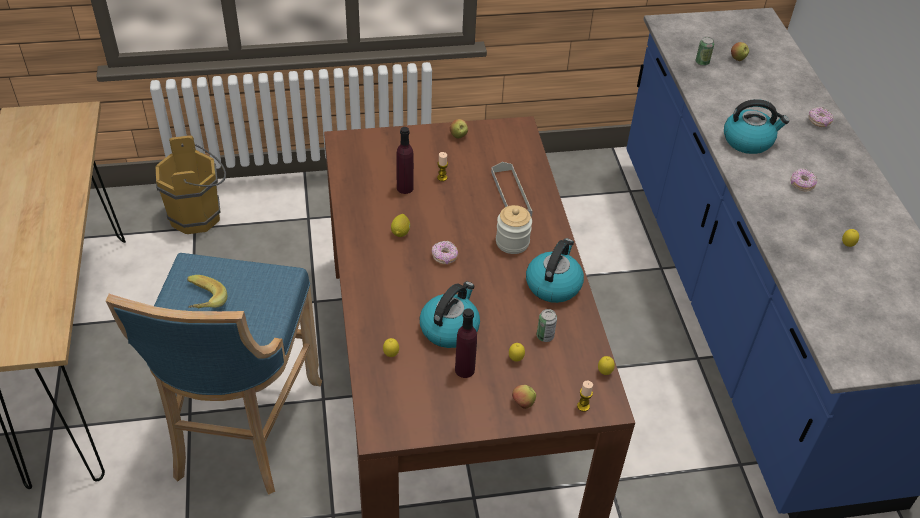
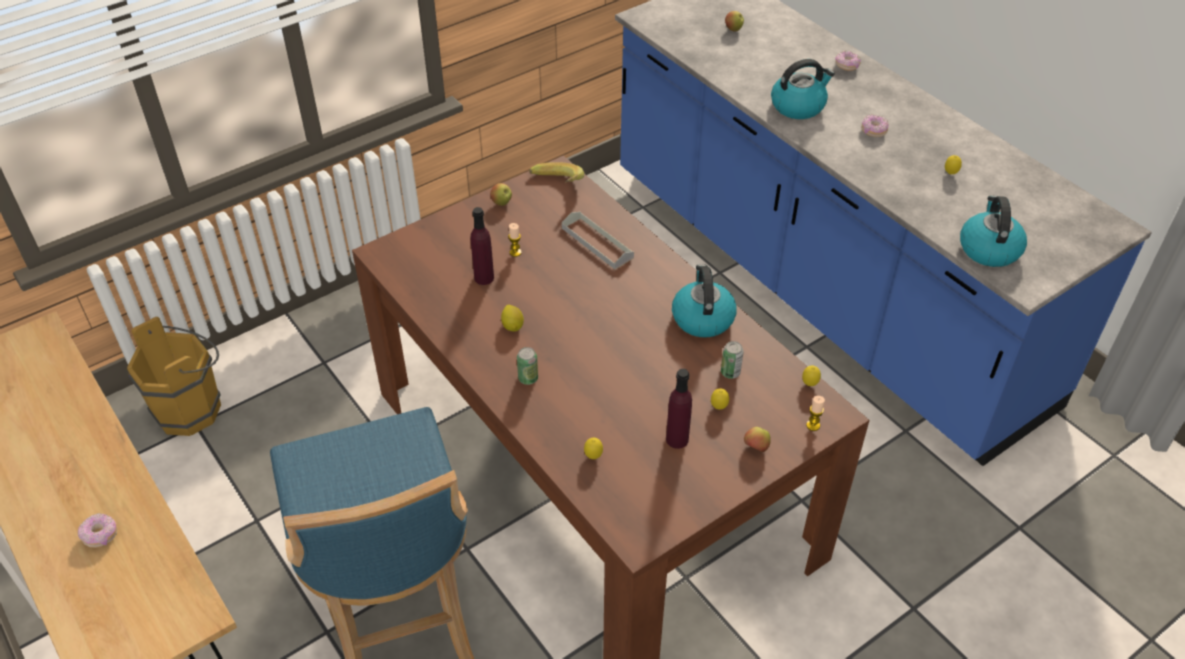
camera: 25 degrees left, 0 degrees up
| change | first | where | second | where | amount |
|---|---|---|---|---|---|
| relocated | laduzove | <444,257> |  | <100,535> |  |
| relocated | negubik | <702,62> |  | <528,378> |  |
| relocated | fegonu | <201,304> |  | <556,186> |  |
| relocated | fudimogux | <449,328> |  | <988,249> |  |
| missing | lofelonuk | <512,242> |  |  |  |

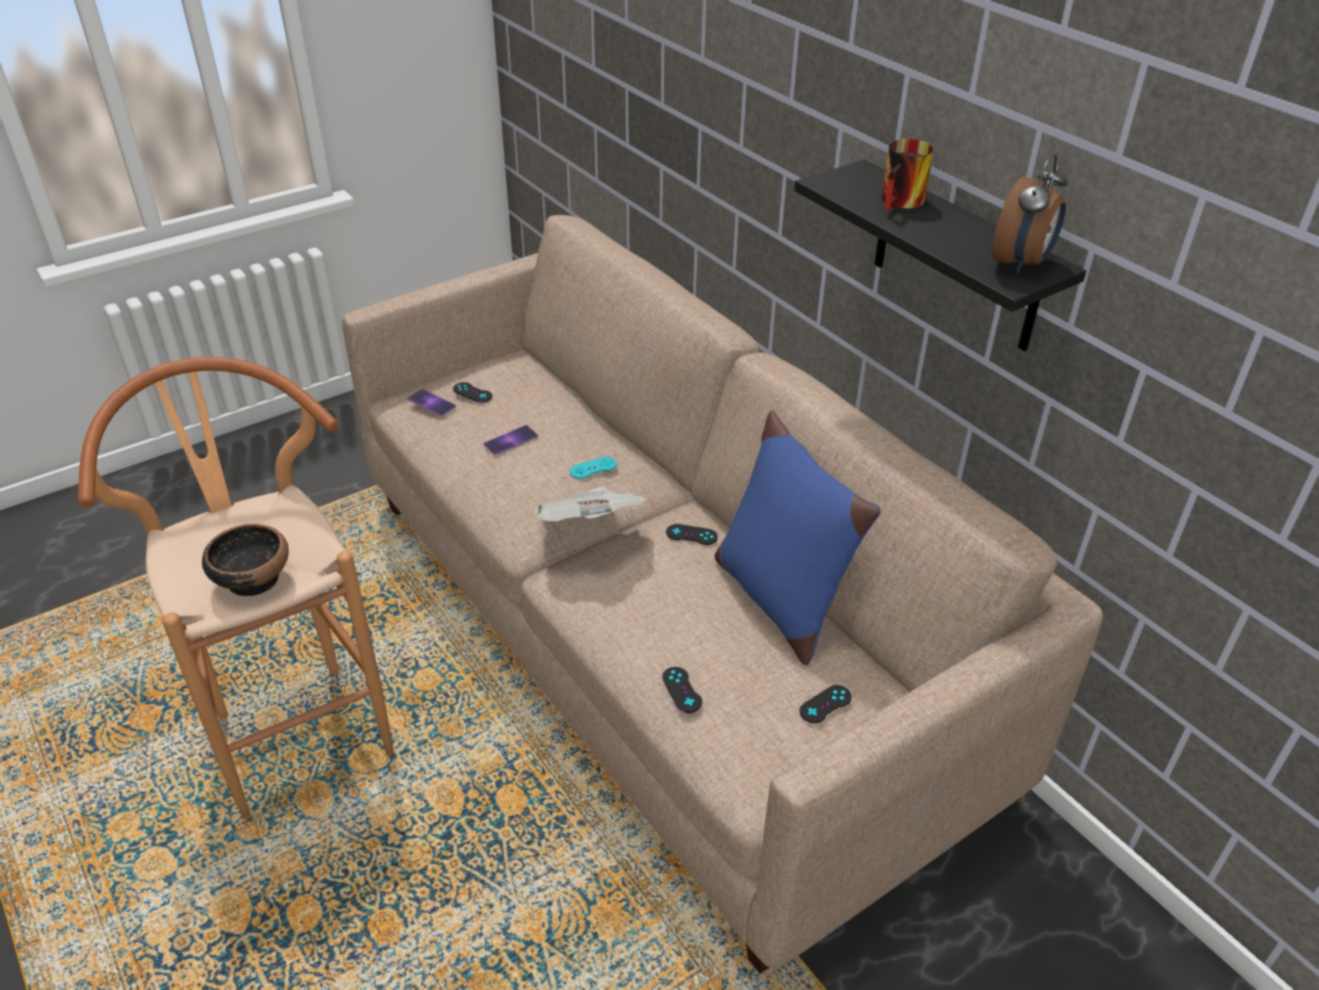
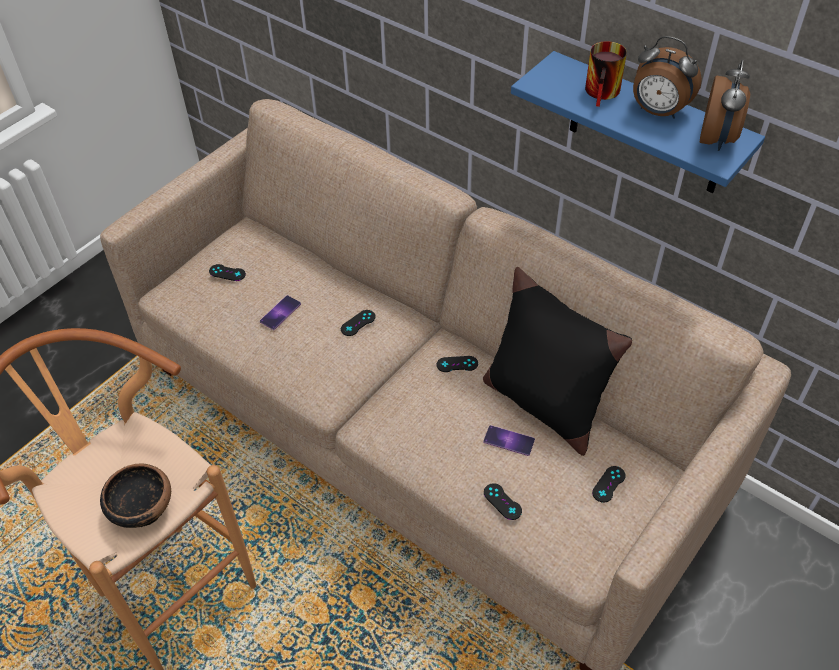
camera: 15 degrees left, 10 degrees up
| change | first | where | second | where | amount |
|---|---|---|---|---|---|
| colour | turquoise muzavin | <593,468> | black muzavin | <358,323> |  |
| colour | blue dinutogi | <779,598> | black dinutogi | <543,403> |  |
| relocated | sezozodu | <431,403> |  | <509,440> |  |
| colour | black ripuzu | <956,258> | blue ripuzu | <646,126> |  |
| appeared |  |  | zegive | <658,112> |  |
| missing | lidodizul | <590,527> |  |  |  |

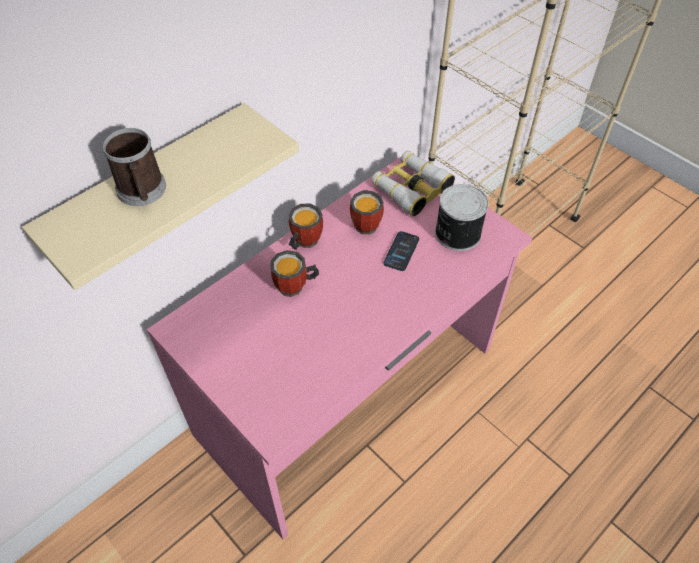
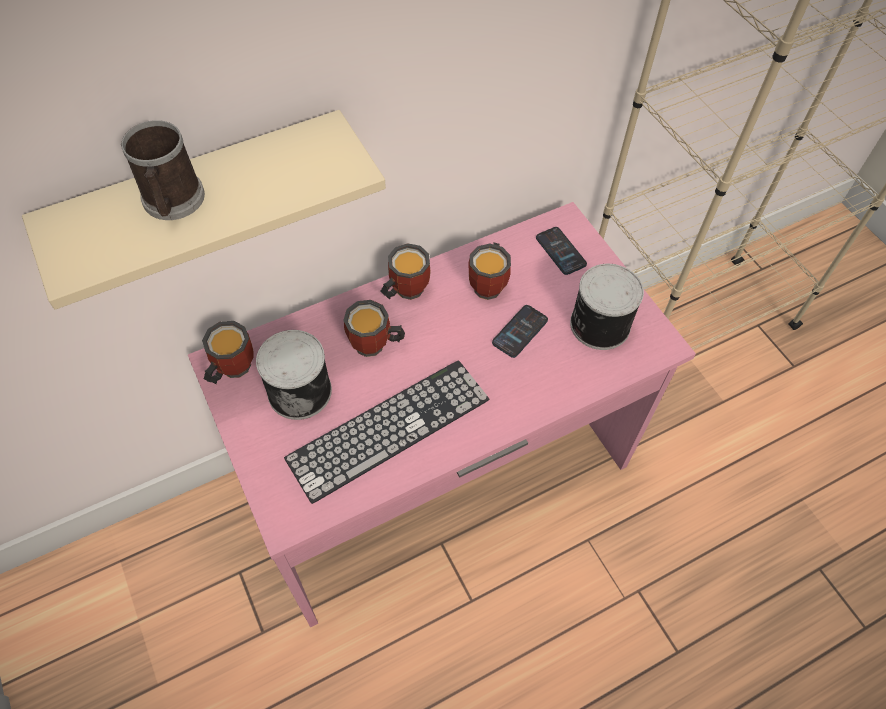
camera: 15 degrees right, 5 degrees up
| change | first | where | second | where | amount |
|---|---|---|---|---|---|
| appeared |  |  | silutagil | <230,369> |  |
| appeared |  |  | negubik | <300,390> |  |
| appeared |  |  | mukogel | <389,428> |  |
| exchanged | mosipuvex | <411,188> | sezozodu | <560,251> |  |

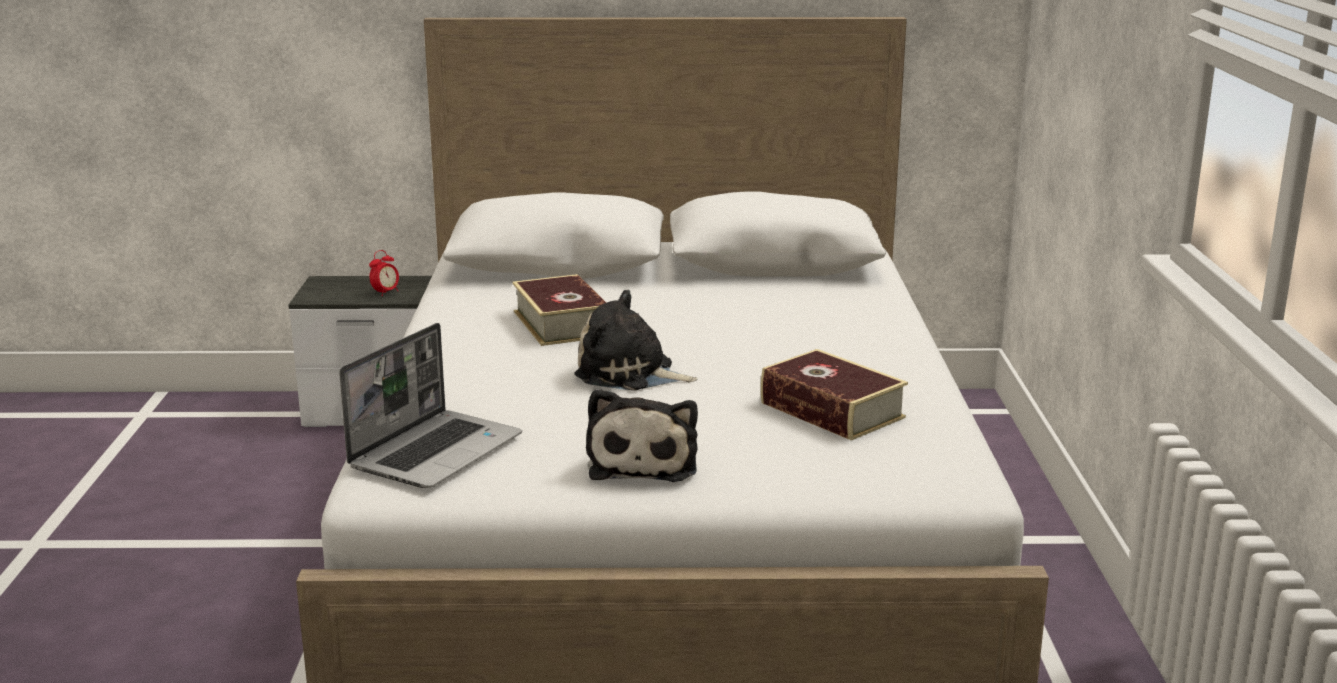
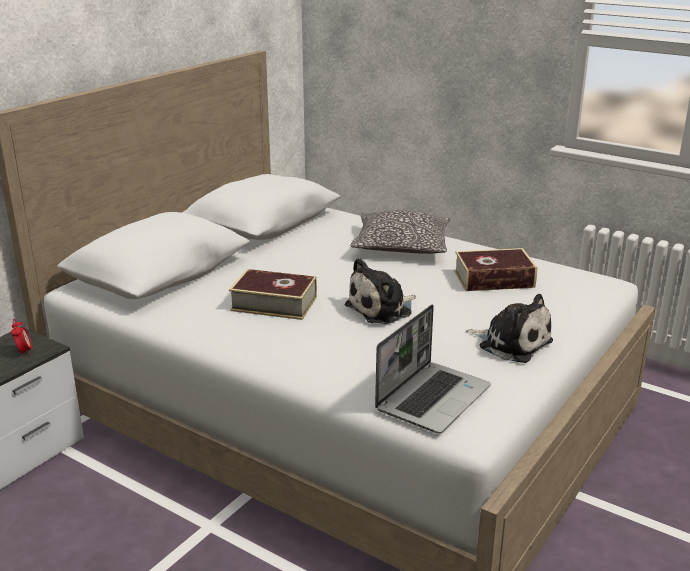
camera: 55 degrees left, 5 degrees up
| change | first | where | second | where | amount |
|---|---|---|---|---|---|
| appeared |  |  | dinutogi | <401,246> |  |
| spun | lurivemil | <436,451> |  | <433,398> | 60 degrees clockwise |

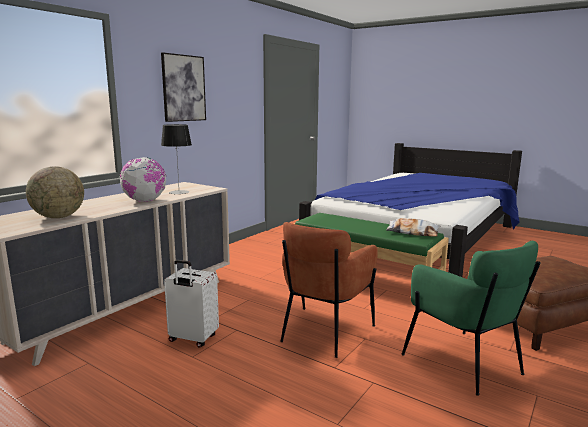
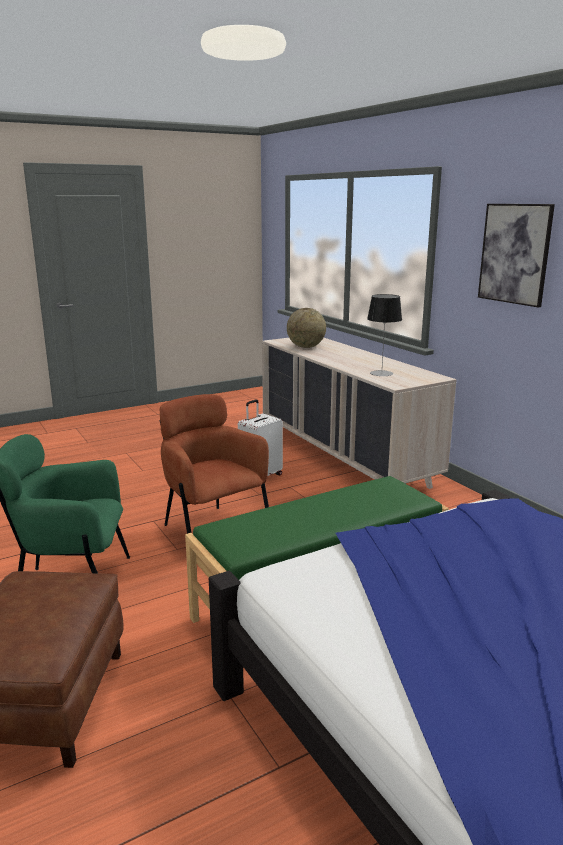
camera: 115 degrees right, 5 degrees up
| change | first | where | second | where | amount |
|---|---|---|---|---|---|
| missing | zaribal | <145,201> |  |  |  |
| missing | dinutogi | <412,232> |  |  |  |

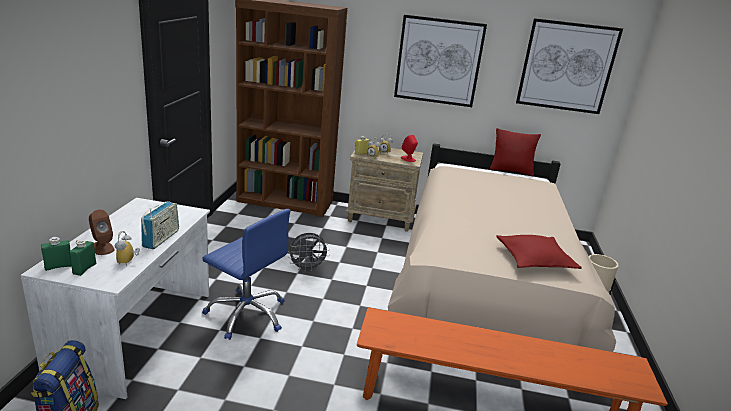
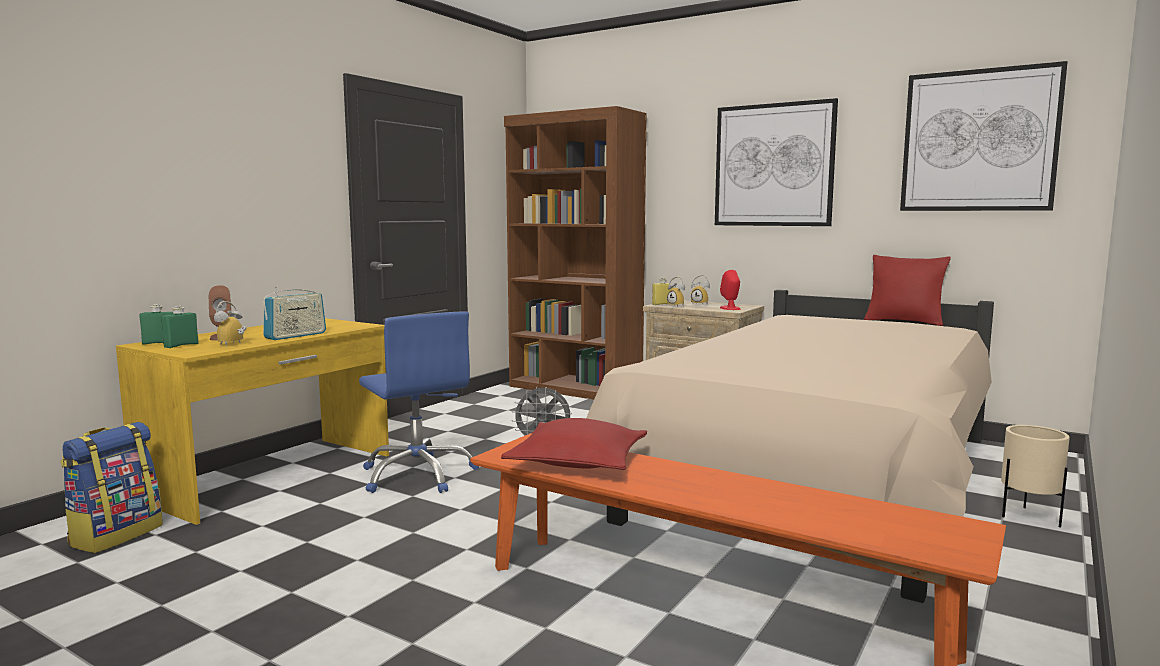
camera: 25 degrees right, 15 degrees down
| change | first | where | second | where | amount |
|---|---|---|---|---|---|
| colour | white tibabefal | <137,333> | yellow tibabefal | <272,476> |  |
| relocated | red dinutogi | <534,260> |  | <578,462> |  |

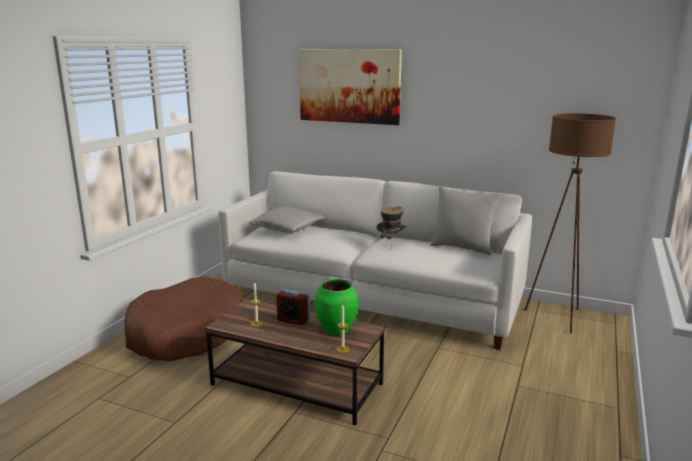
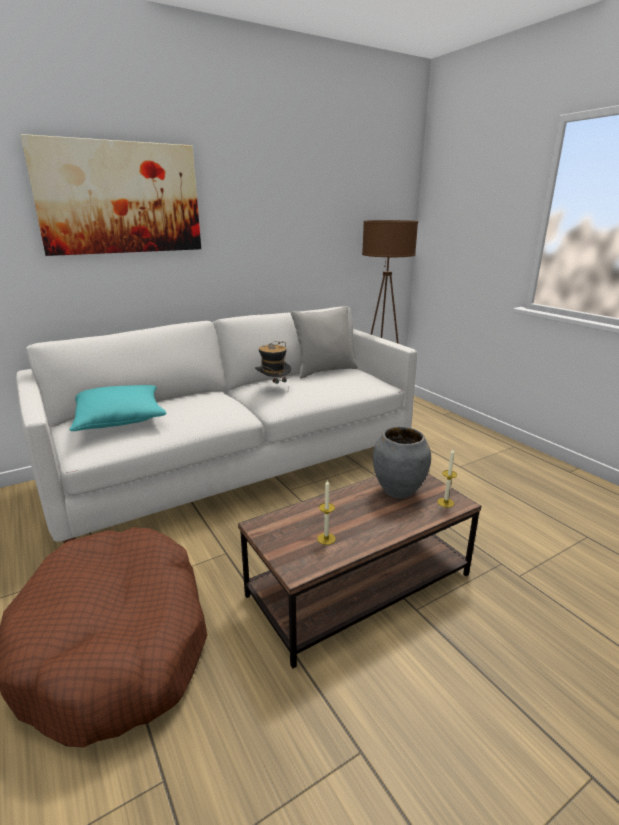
camera: 55 degrees left, 5 degrees up
| change | first | where | second | where | amount |
|---|---|---|---|---|---|
| colour | grey dinutogi | <288,229> | turquoise dinutogi | <120,419> |  |
| colour | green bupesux | <337,330> | grey bupesux | <398,491> |  |
| missing | zegive | <293,320> |  |  |  |

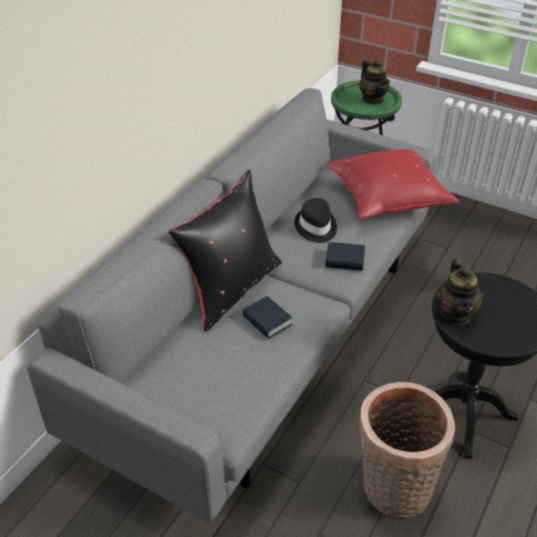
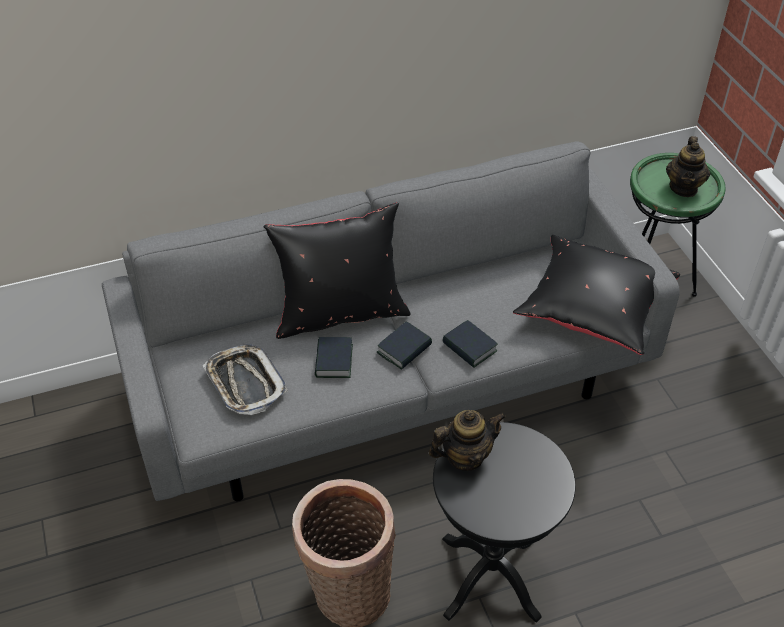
camera: 40 degrees right, 5 degrees up
| change | first | where | second | where | amount |
|---|---|---|---|---|---|
| appeared |  |  | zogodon | <245,383> |  |
| appeared |  |  | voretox | <404,349> |  |
| spun | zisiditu | <455,313> |  | <465,456> | 150 degrees counterclockwise |
| colour | red dinutogi | <388,200> | black dinutogi | <592,312> |  |
| missing | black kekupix | <315,227> |  |  |  |

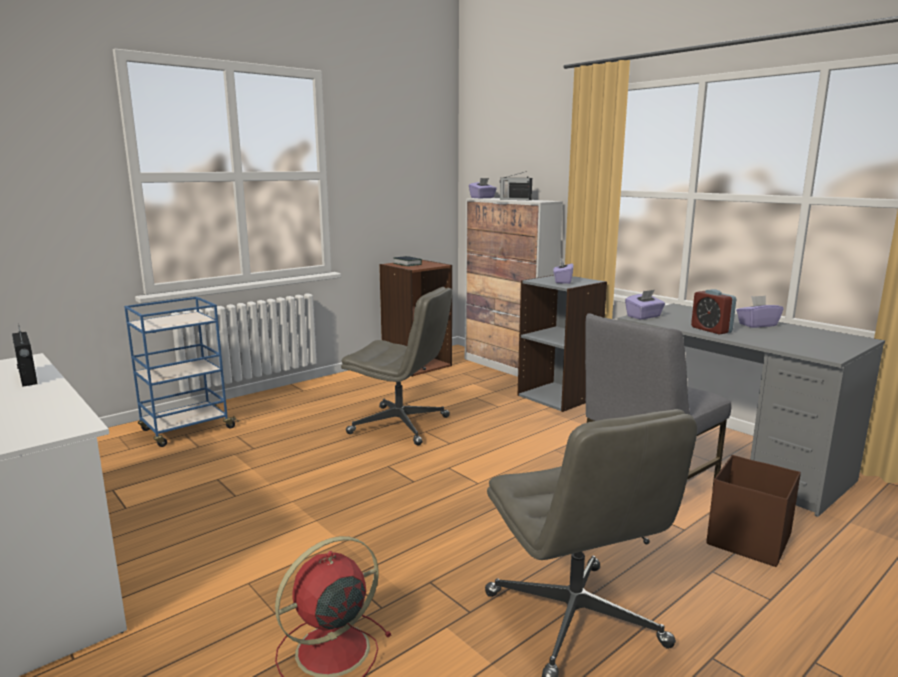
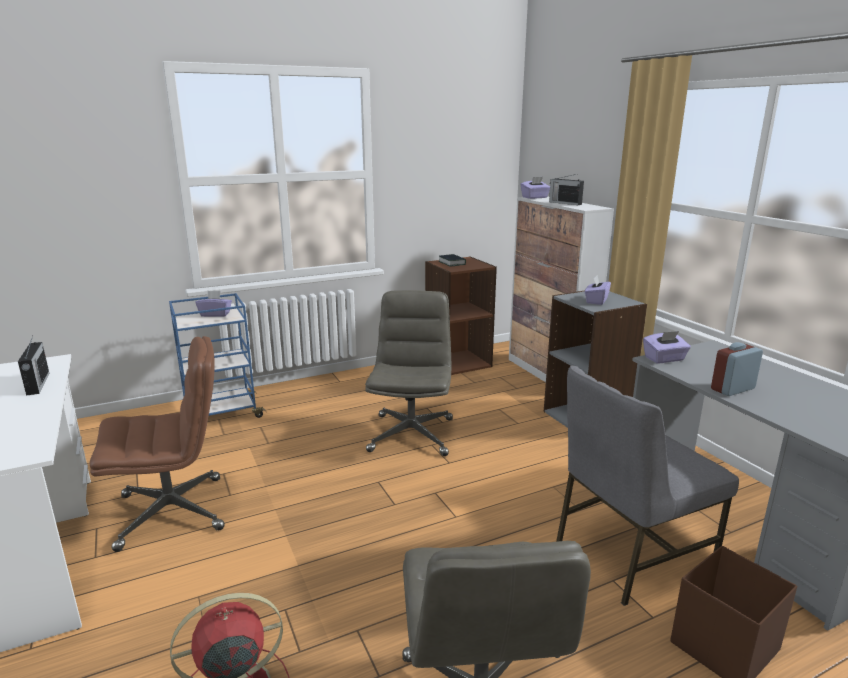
camera: 15 degrees right, 5 degrees up
| change | first | where | second | where | amount |
|---|---|---|---|---|---|
| appeared |  |  | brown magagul | <173,512> |  |
| relocated | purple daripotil | <757,325> |  | <215,314> |  |
| spun | grey magagul | <401,425> |  | <411,434> | 120 degrees counterclockwise |
| spun | zegive | <711,330> |  | <732,389> | 75 degrees clockwise |

